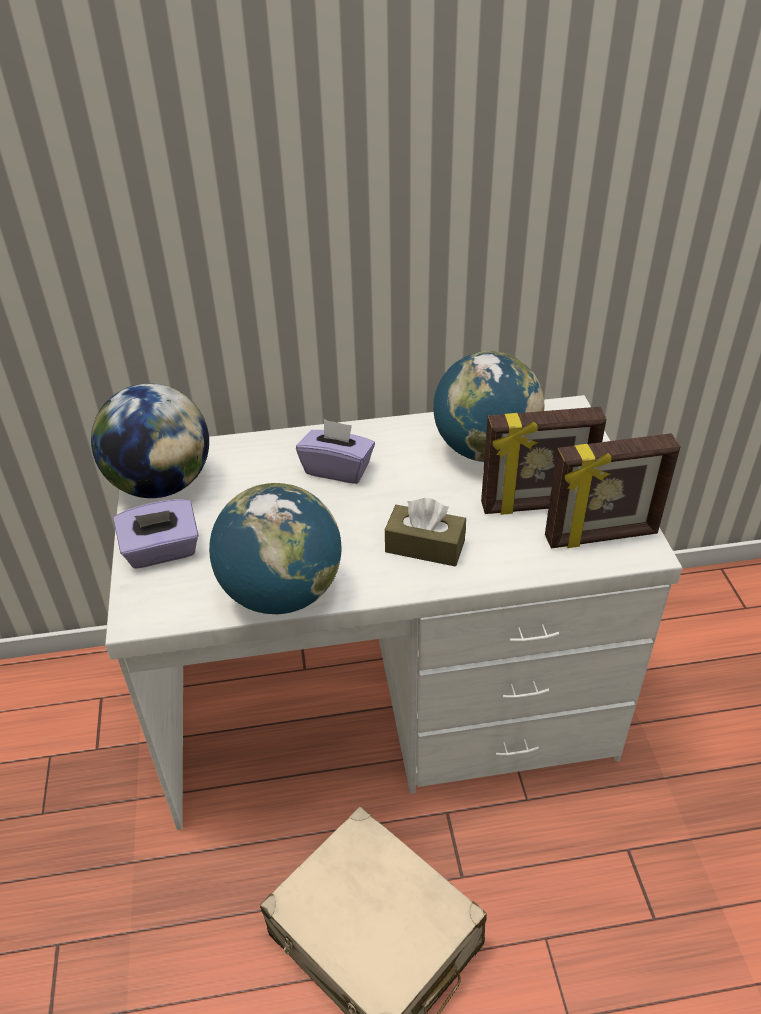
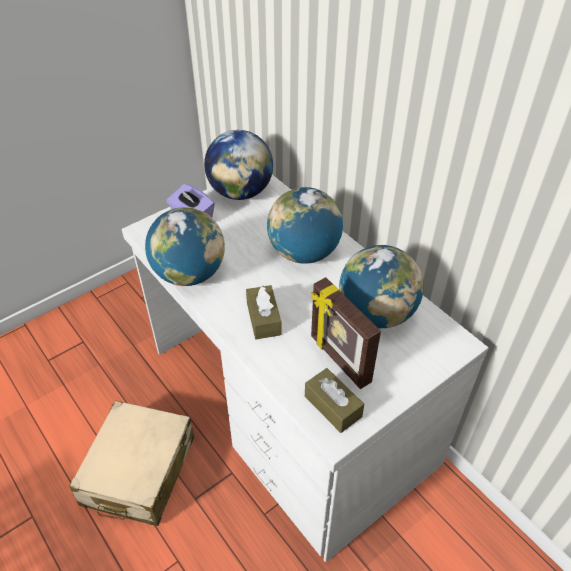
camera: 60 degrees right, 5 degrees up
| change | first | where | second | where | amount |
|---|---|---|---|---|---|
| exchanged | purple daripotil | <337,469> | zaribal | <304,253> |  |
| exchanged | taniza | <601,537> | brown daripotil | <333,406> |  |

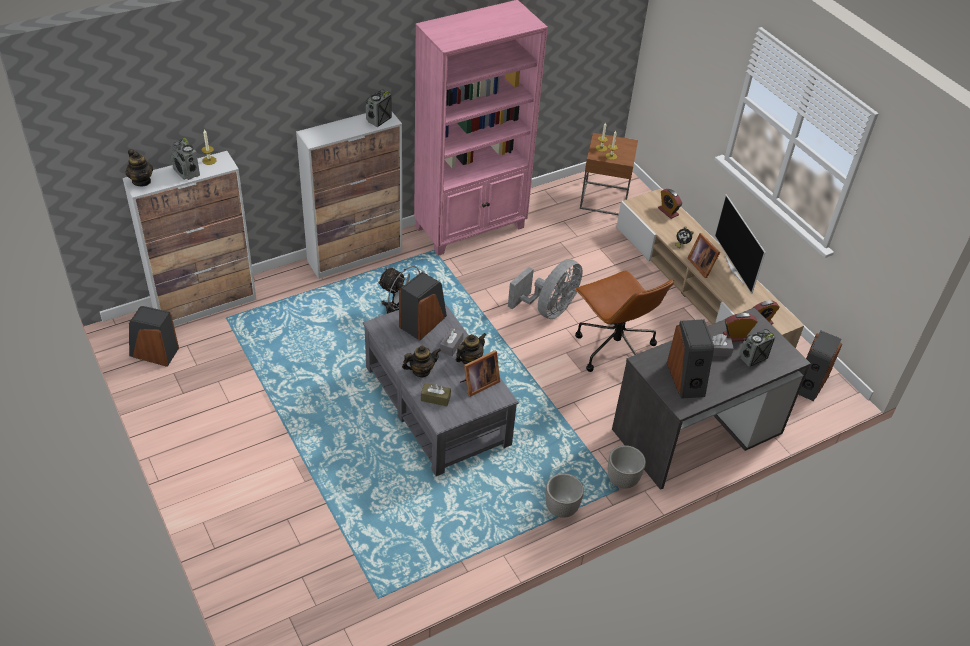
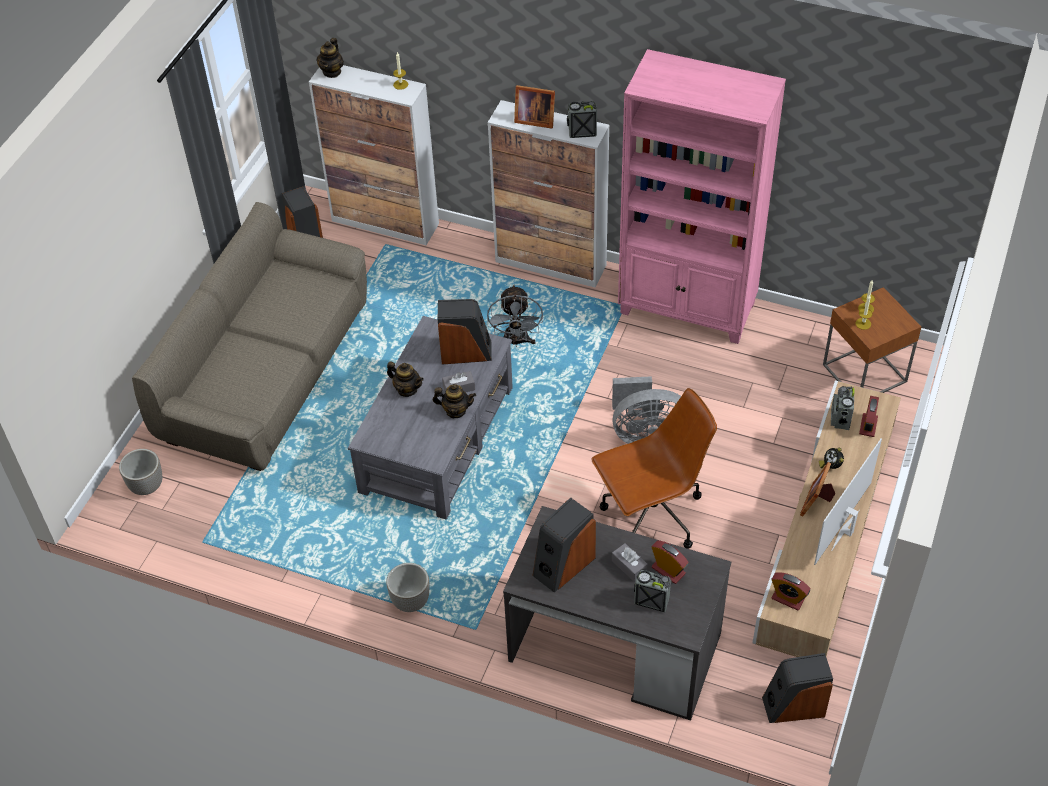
camera: 55 degrees right, 5 degrees up
| change | first | where | second | where | amount |
|---|---|---|---|---|---|
| relocated | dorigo | <622,480> |  | <146,486> |  |
| appeared |  |  | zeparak | <268,372> |  |
| relocated | taniza | <478,384> |  | <534,119> |  |
| spun | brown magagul | <613,349> |  | <651,516> | 135 degrees counterclockwise |
| relocated | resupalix | <187,173> |  | <840,419> |  |
| missing | brown daripotil | <435,398> |  |  |  |

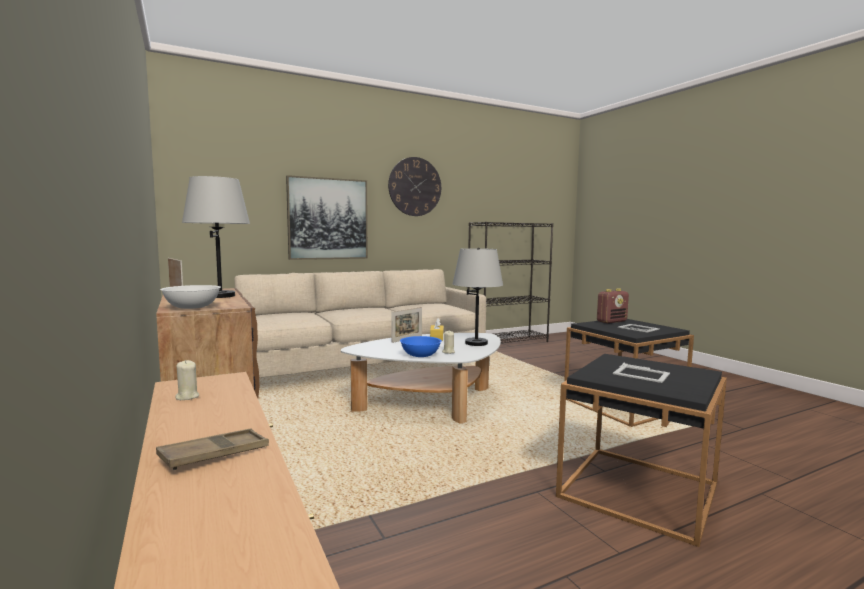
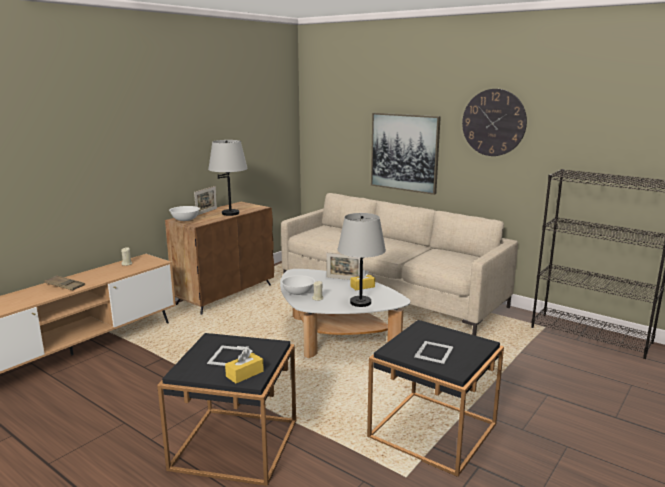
camera: 65 degrees right, 10 degrees up
| change | first | where | second | where | amount |
|---|---|---|---|---|---|
| appeared |  |  | yellow daripotil | <244,374> |  |
| colour | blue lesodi | <420,355> | white lesodi | <298,292> |  |
| missing | resupalix | <611,321> |  |  |  |

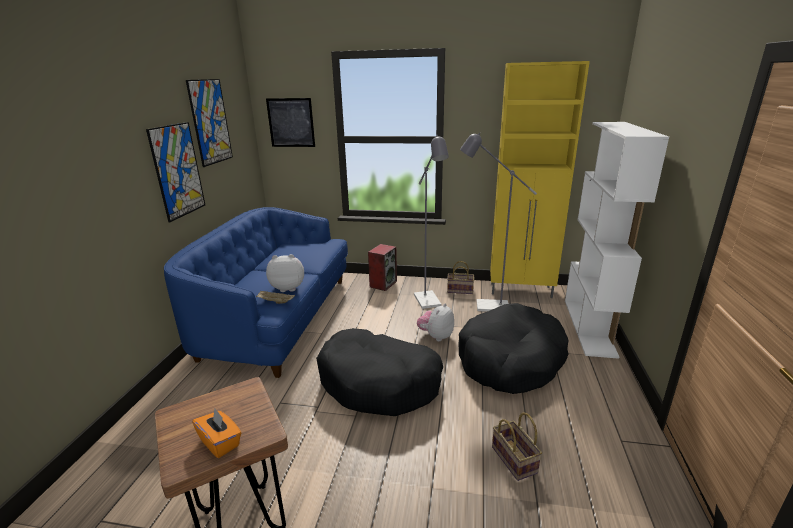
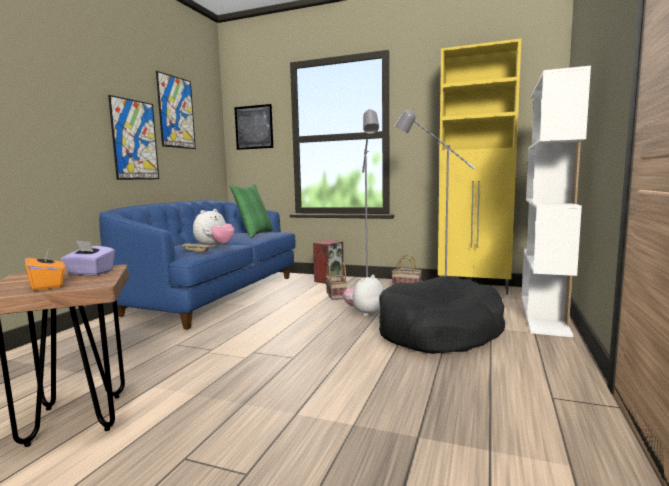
camera: 10 degrees right, 15 degrees down
| change | first | where | second | where | amount |
|---|---|---|---|---|---|
| appeared |  |  | purple daripotil | <90,273> |  |
| spun | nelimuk | <288,288> |  | <214,247> | 120 degrees clockwise |
| appeared |  |  | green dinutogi | <254,234> |  |
| relocated | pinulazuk | <515,460> |  | <337,295> |  |
| missing | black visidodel | <379,382> |  |  |  |

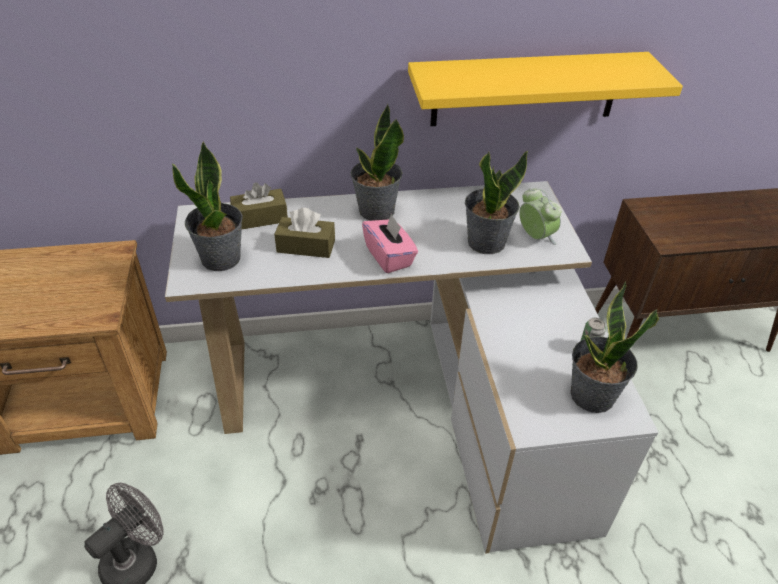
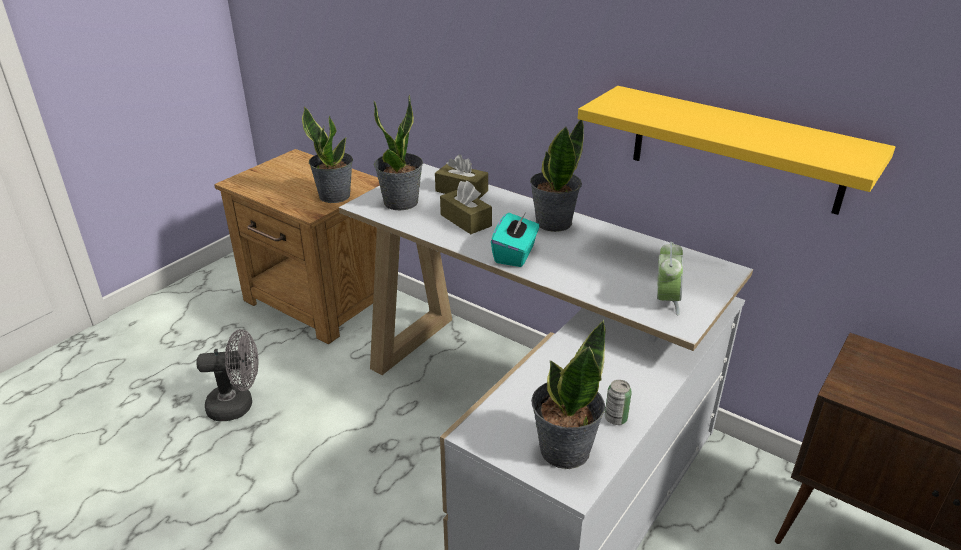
camera: 45 degrees right, 10 degrees down
| change | first | where | second | where | amount |
|---|---|---|---|---|---|
| relocated | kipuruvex | <485,242> |  | <335,195> |  |
| colour | pink daripotil | <389,257> | turquoise daripotil | <515,254> |  |

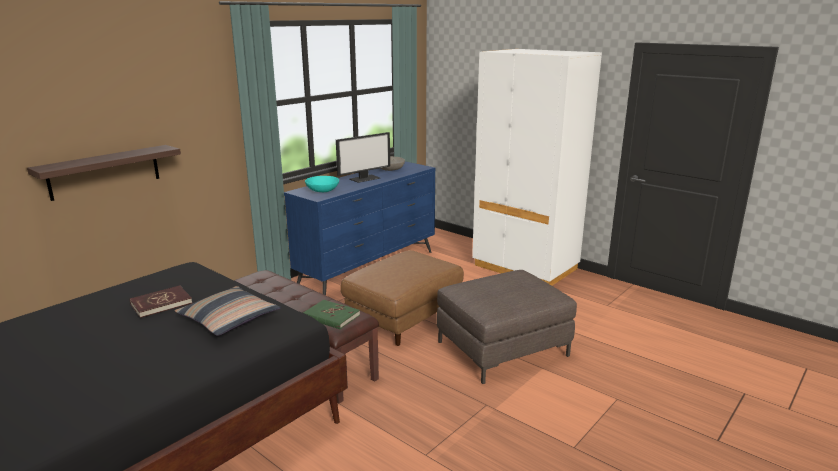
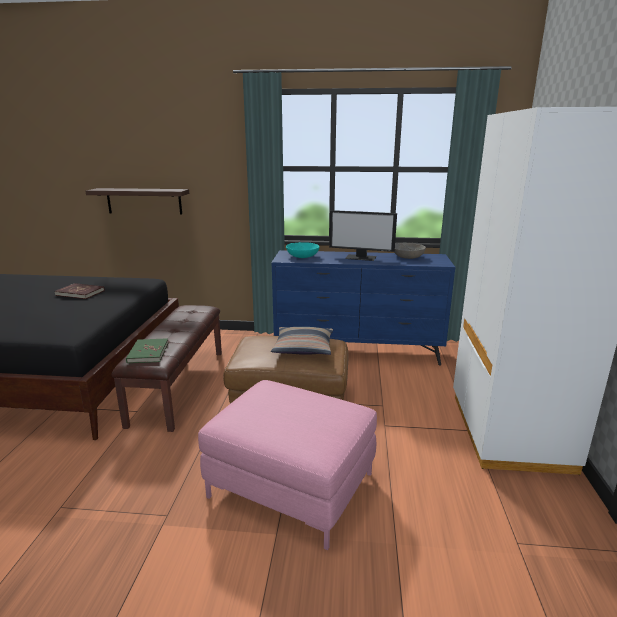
camera: 55 degrees right, 0 degrees up
| change | first | where | second | where | amount |
|---|---|---|---|---|---|
| colour | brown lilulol | <502,348> | pink lilulol | <292,485> |  |
| relocated | dinutogi | <229,319> |  | <303,348> |  |

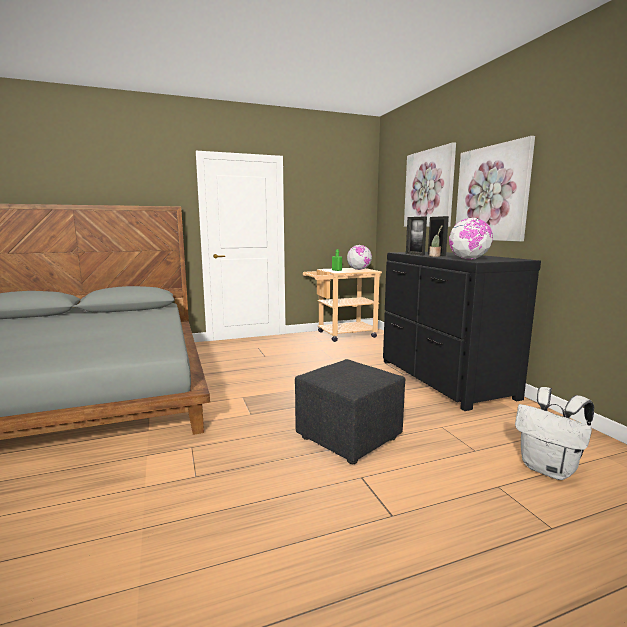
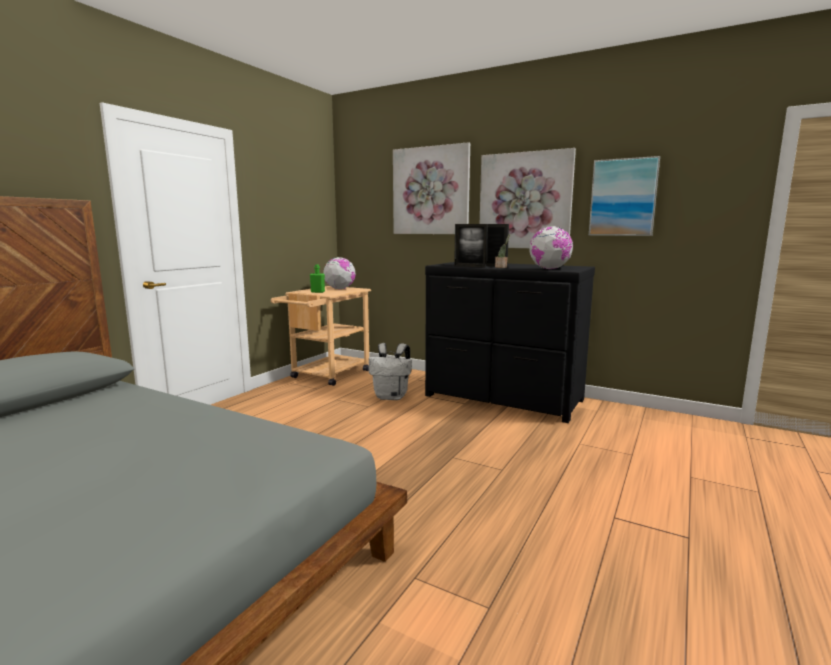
camera: 40 degrees left, 0 degrees up
| change | first | where | second | where | amount |
|---|---|---|---|---|---|
| relocated | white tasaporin | <549,469> |  | <392,397> |  |
| appeared |  |  | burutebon | <623,197> |  |
| missing | black lilulol | <347,438> |  |  |  |

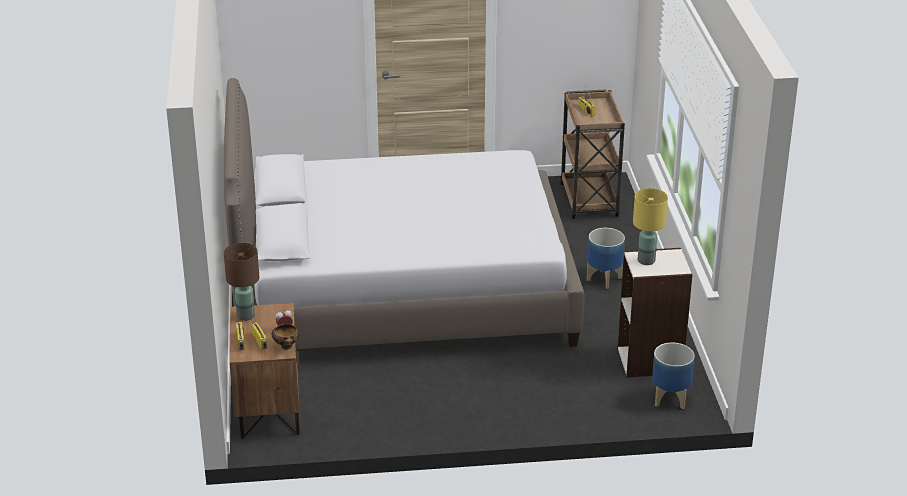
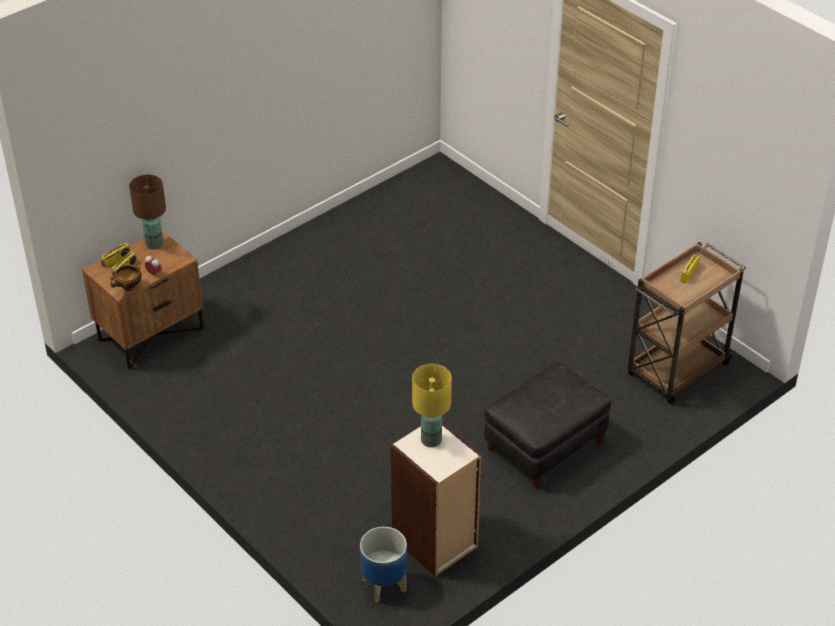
camera: 55 degrees right, 10 degrees up
| change | first | where | second | where | amount |
|---|---|---|---|---|---|
| exchanged | dorigo | <603,279> | black lilulol | <545,445> |  |
| missing | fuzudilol | <401,292> |  |  |  |

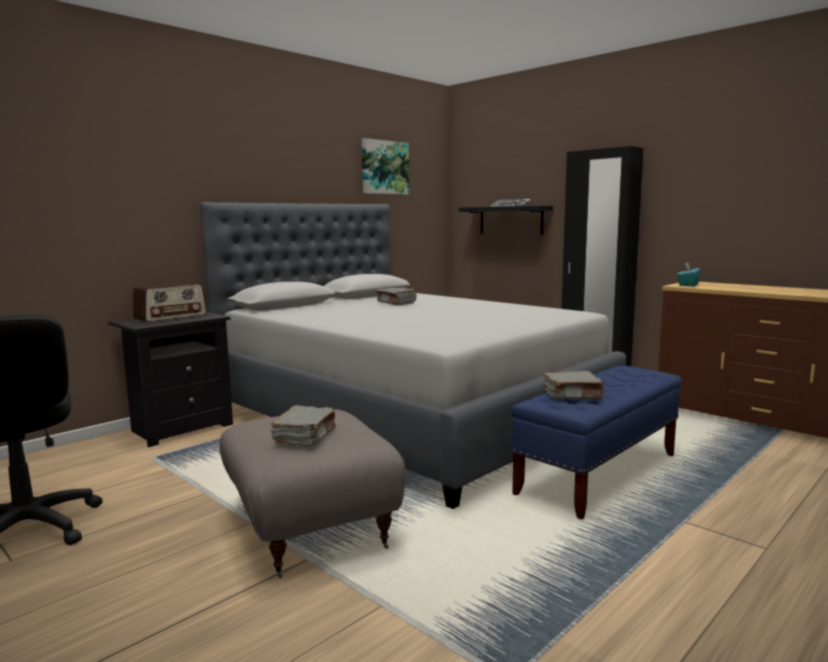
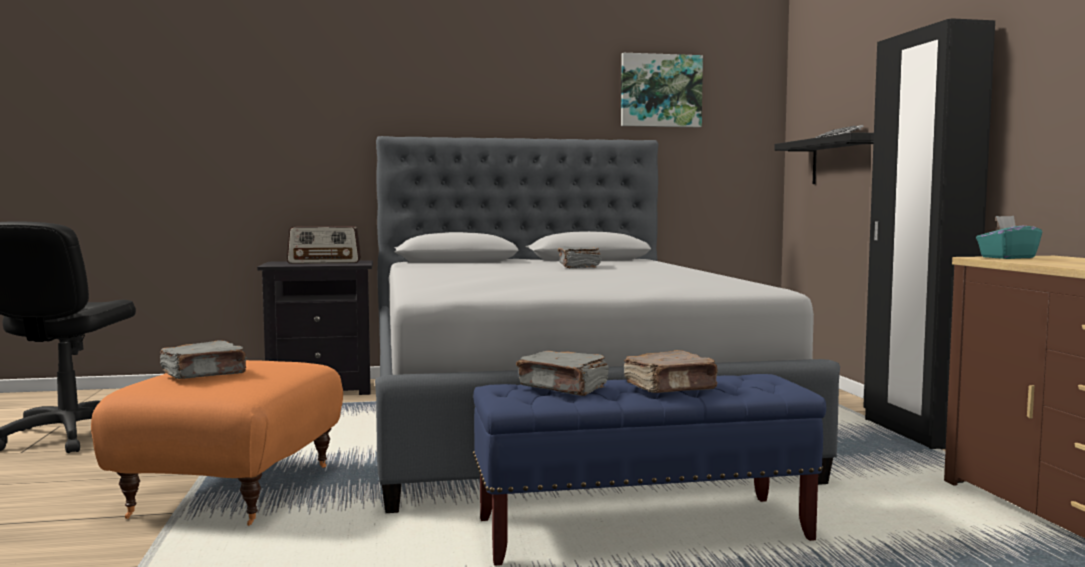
camera: 35 degrees right, 5 degrees down
| change | first | where | second | where | amount |
|---|---|---|---|---|---|
| colour | grey lilulol | <308,529> | orange lilulol | <230,490> |  |
| appeared |  |  | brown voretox | <671,388> |  |

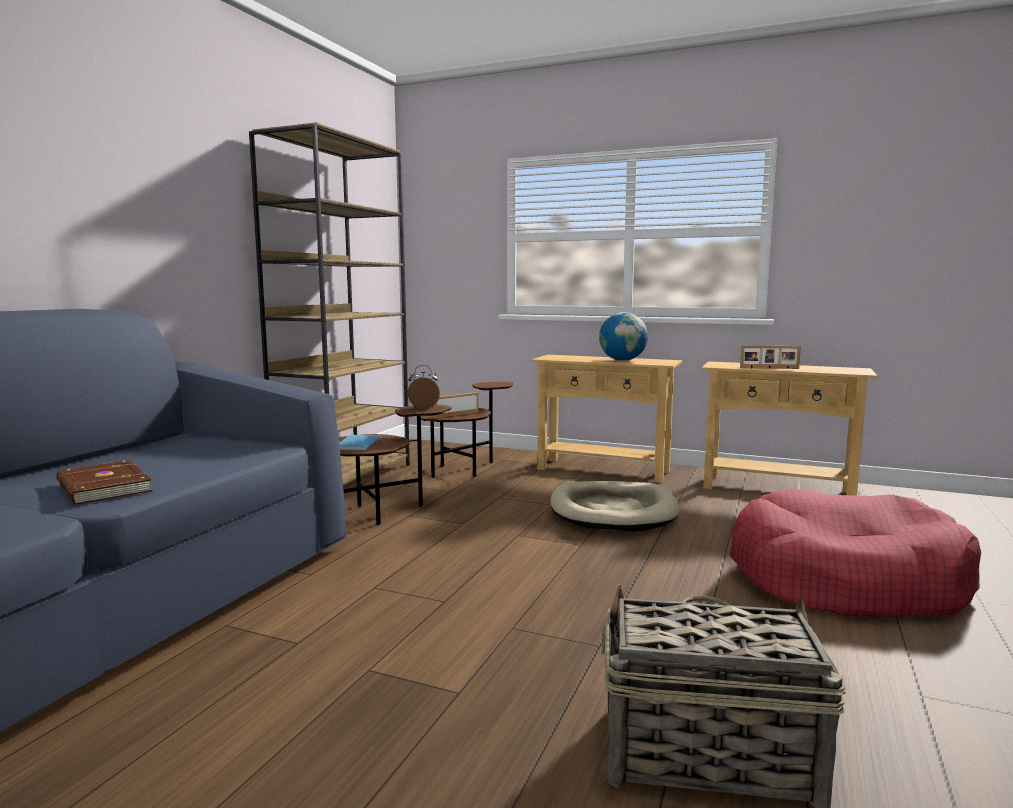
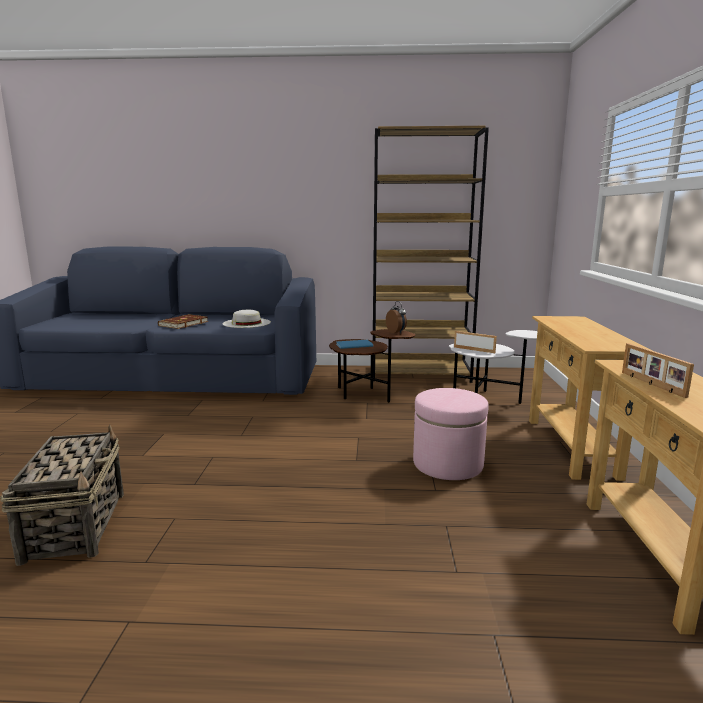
camera: 70 degrees right, 5 degrees up
| change | first | where | second | where | amount |
|---|---|---|---|---|---|
| appeared |  |  | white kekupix | <246,323> |  |
| exchanged | beige visidodel | <613,511> | pink lilulol | <448,464> |  |
| colour | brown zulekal | <466,469> | white zulekal | <490,398> |  |
| missing | zaribal | <622,360> |  |  |  |
| missing | red visidodel | <844,580> |  |  |  |

